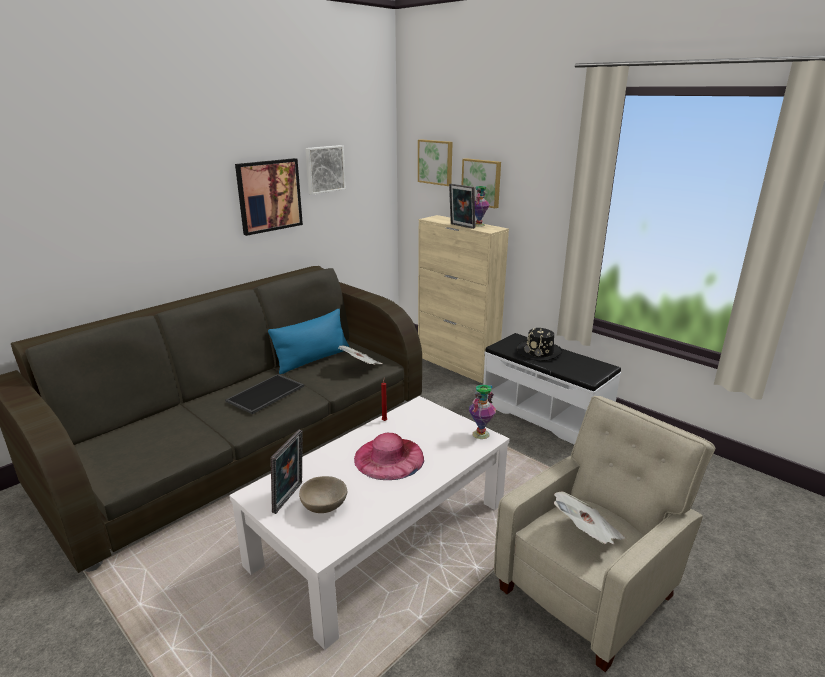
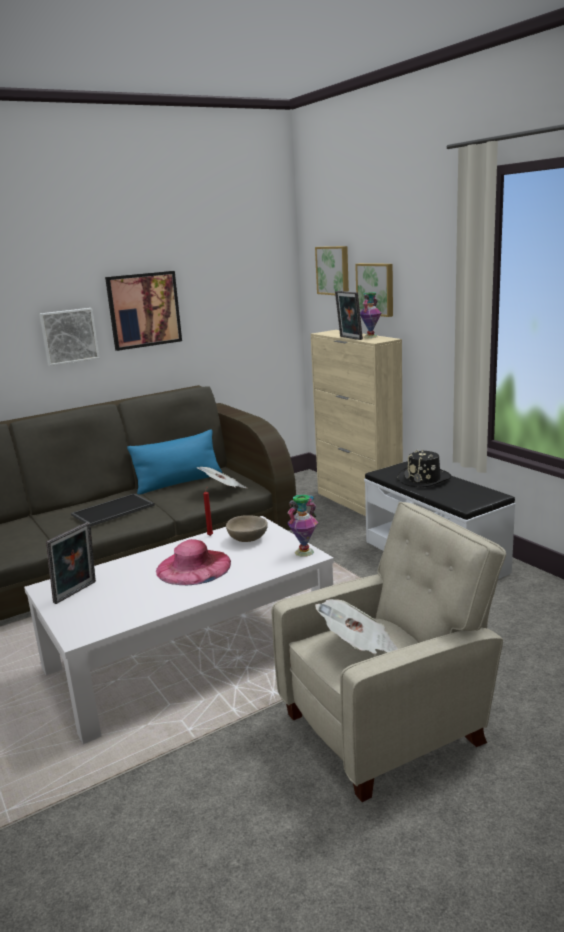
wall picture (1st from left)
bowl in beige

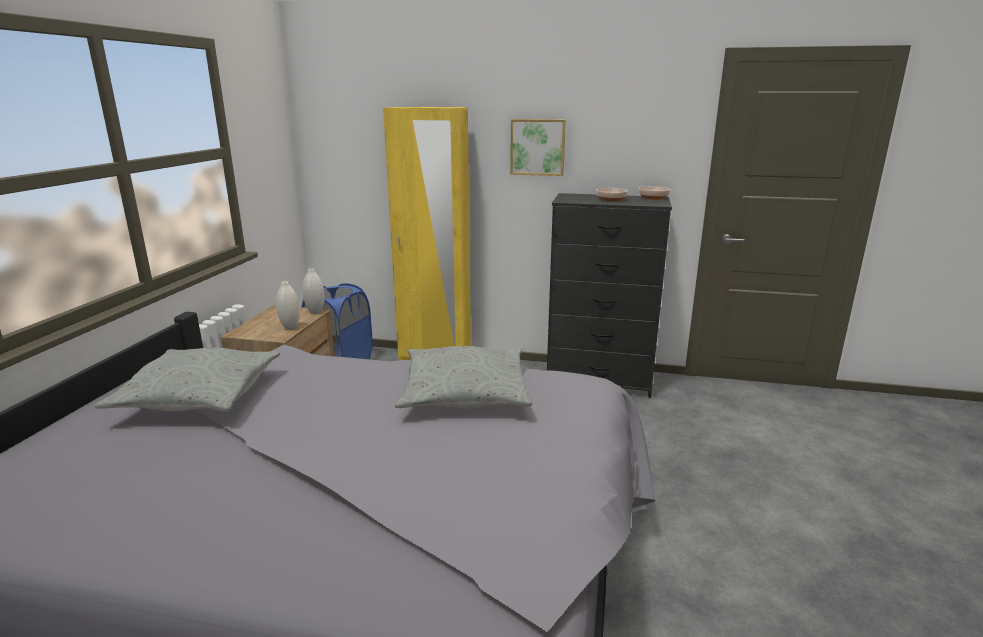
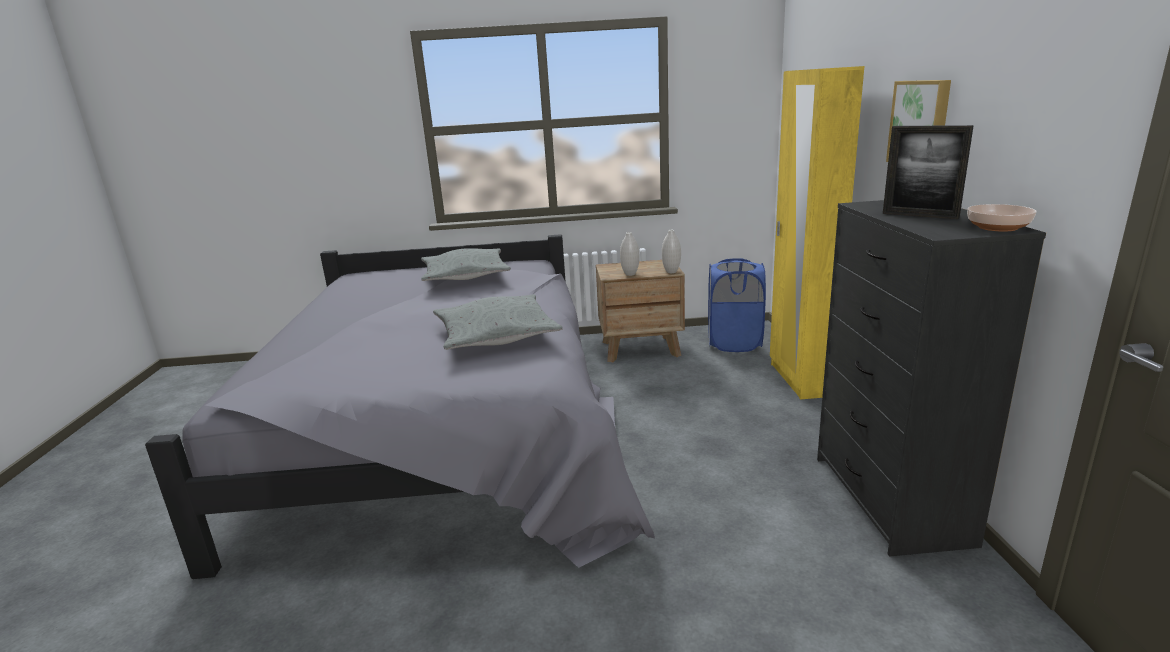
picture frame

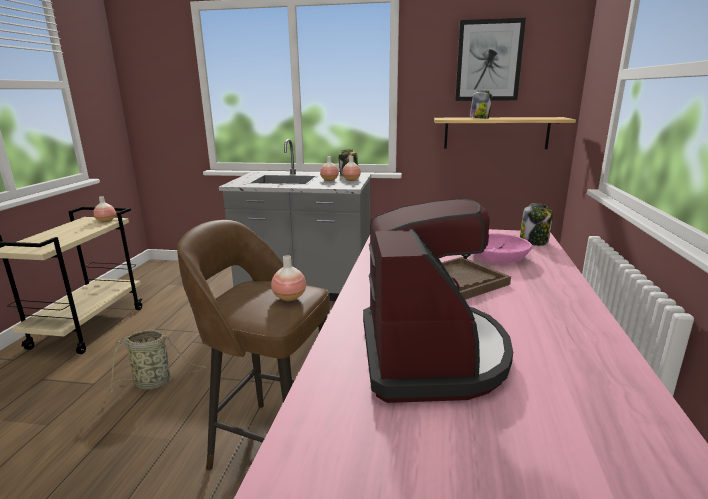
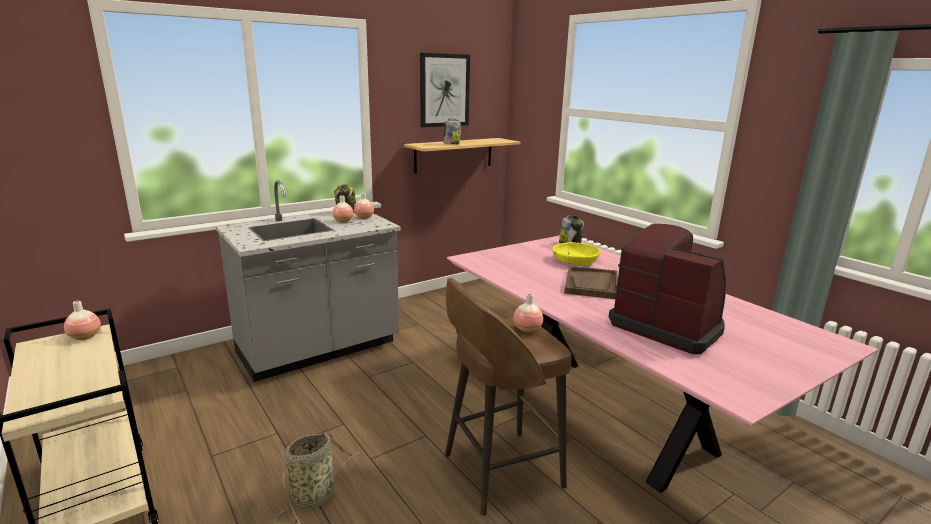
bowl in yellow-coloured

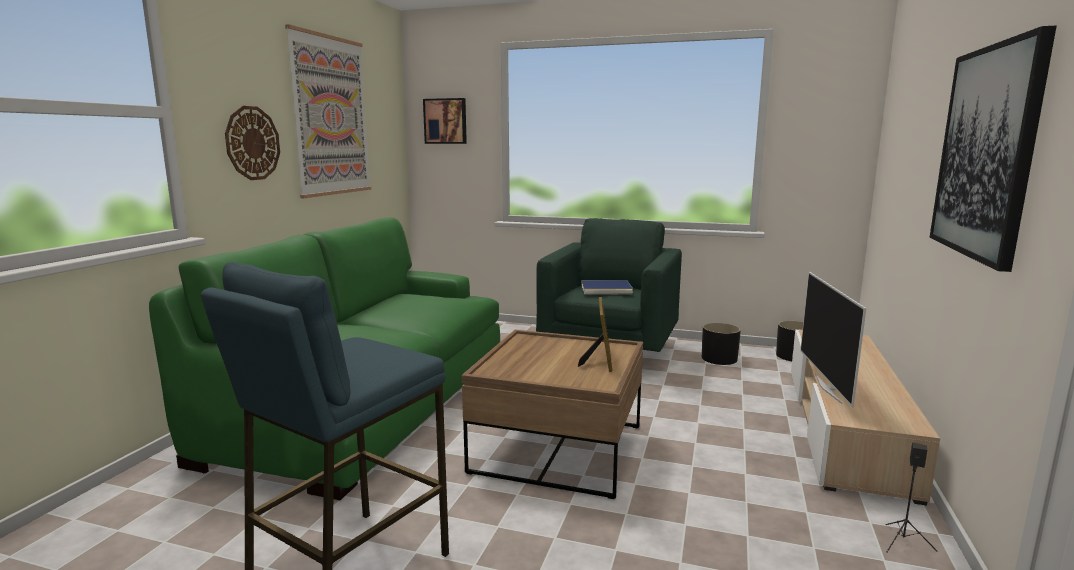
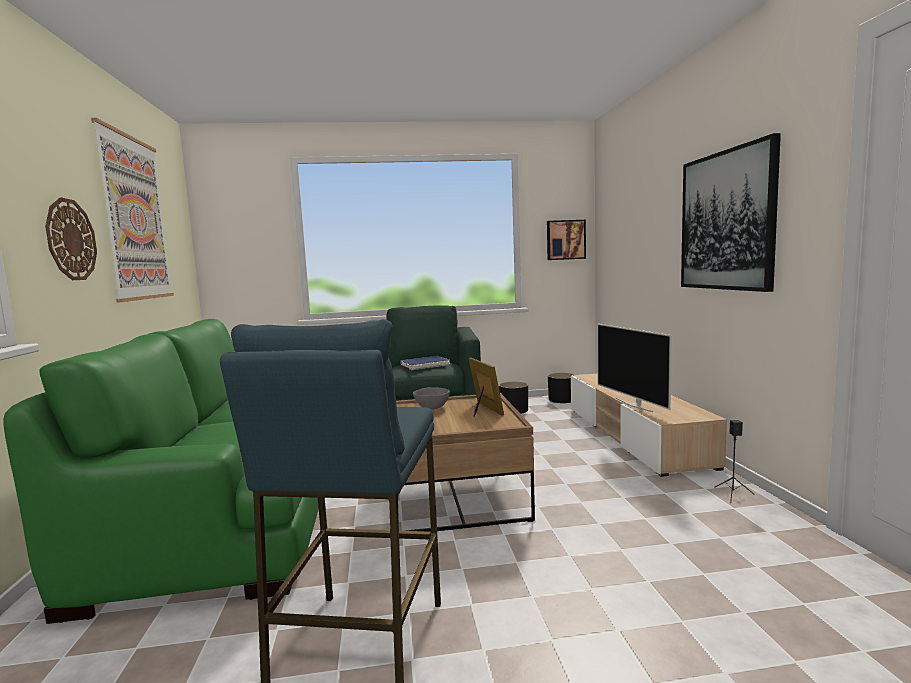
wall picture (2nd from left)
bowl in greyish

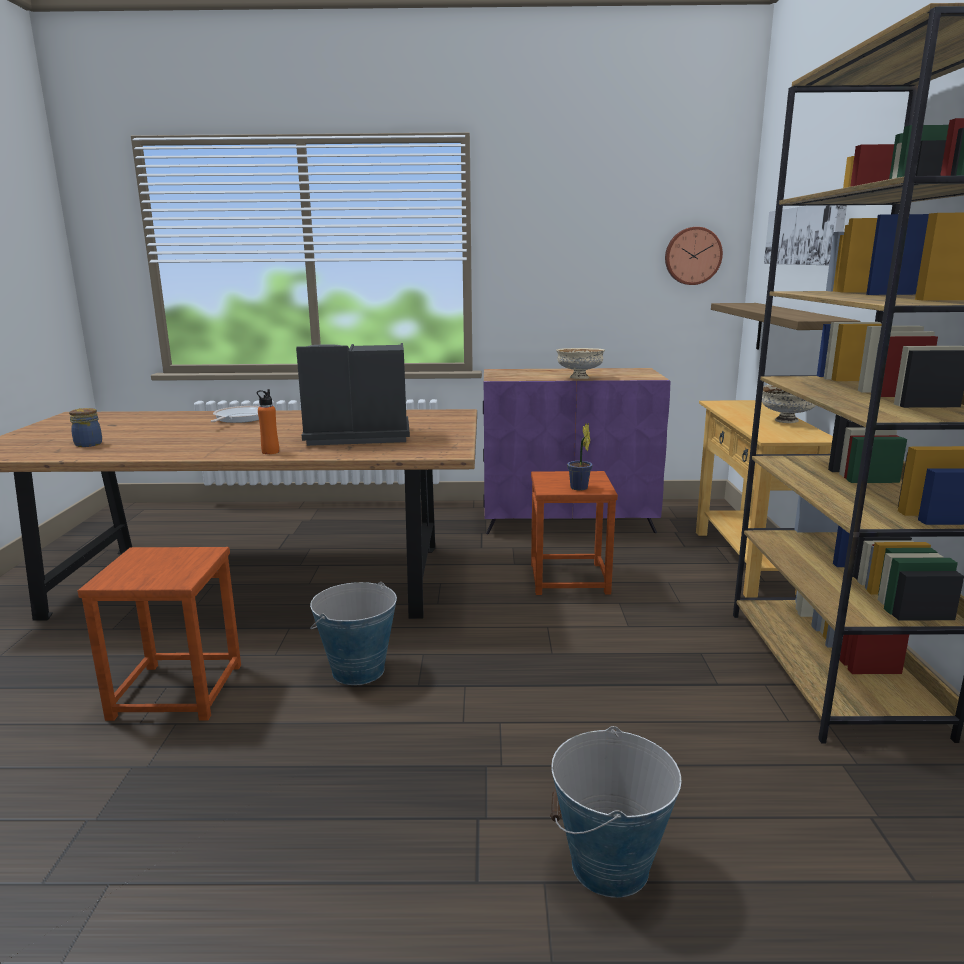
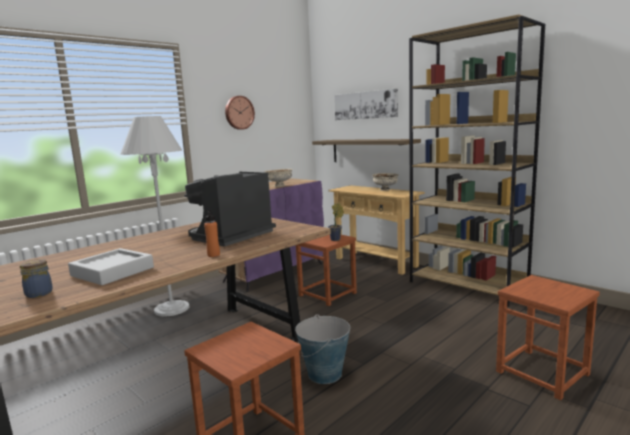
wall clock
frying pan
stool in brown-coloured (3rd from left)
standard lamp in white-coloured
serving tray in greyish

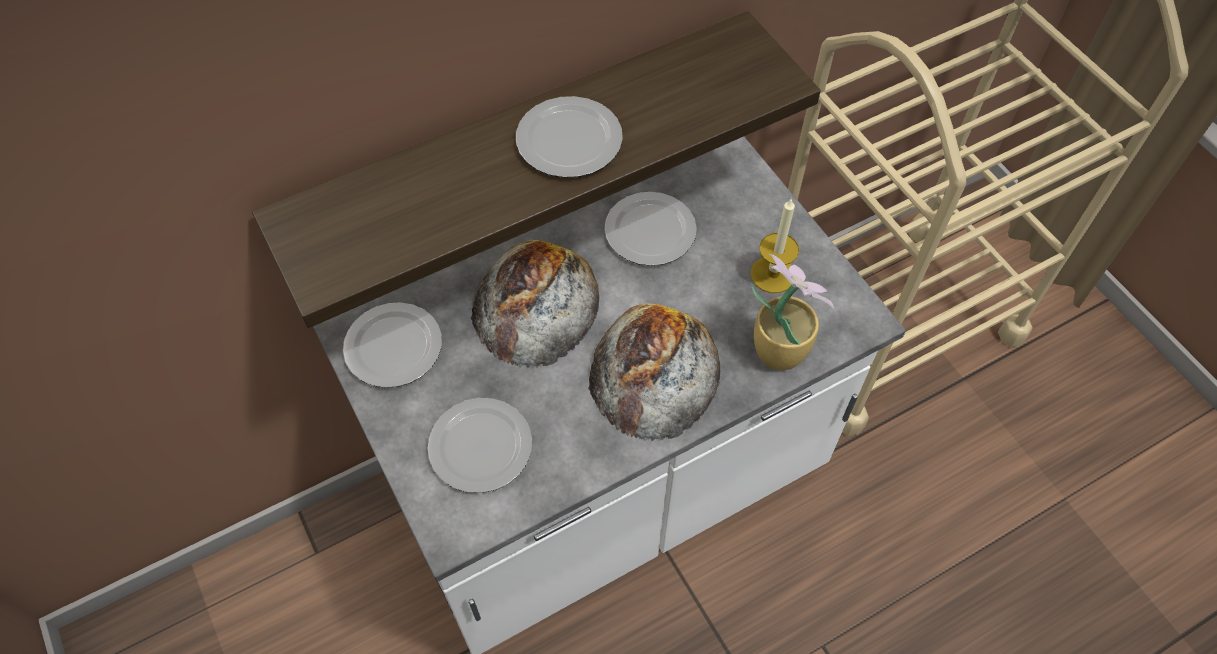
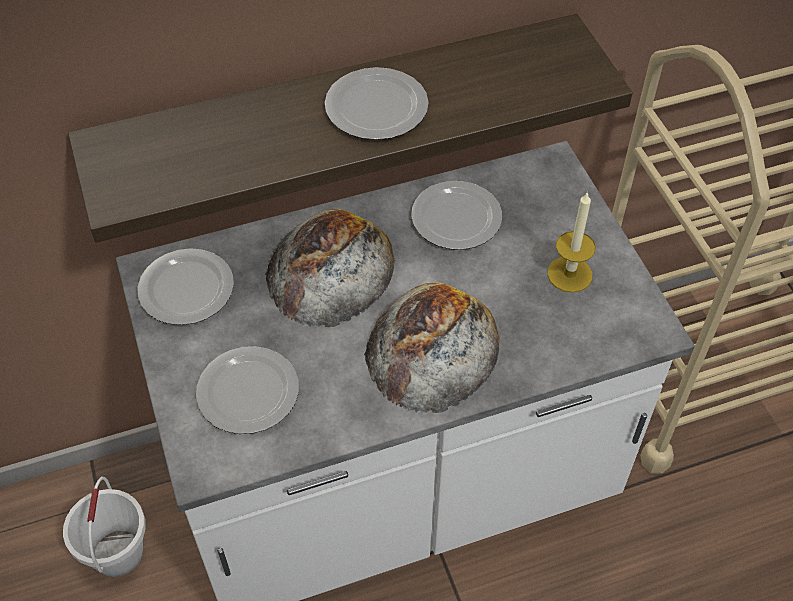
plant in a pot
water bucket in white-coloured

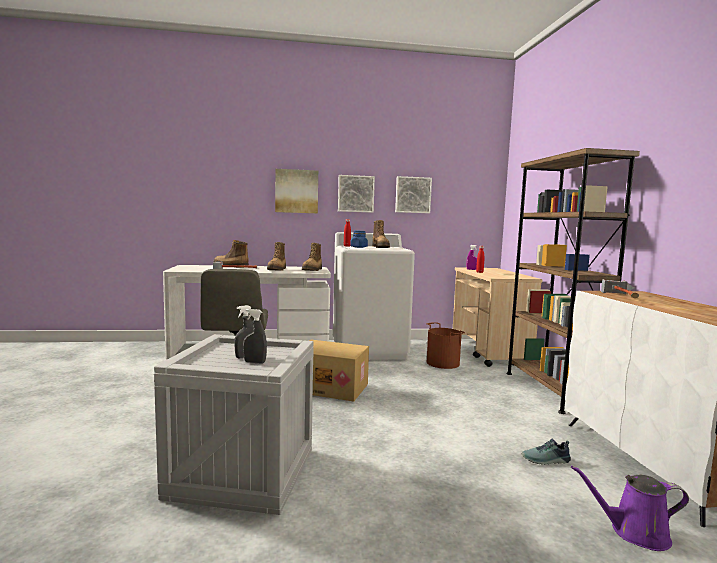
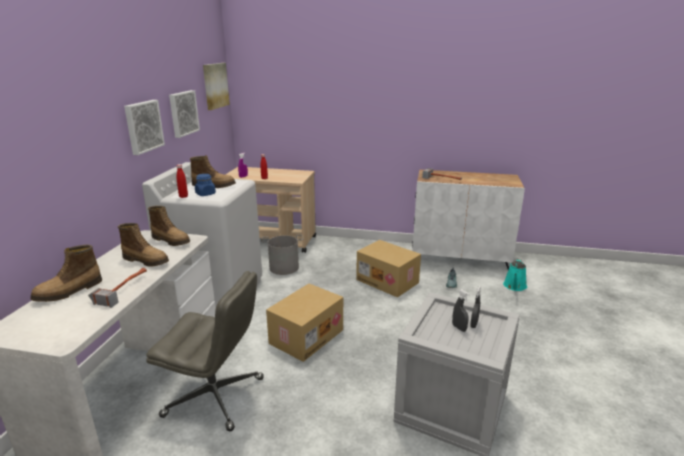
shelving unit in brown-coloured
wall picture (3rd from left)
water bucket in greyish
watering can in blue-green
packing box (2nd from left)

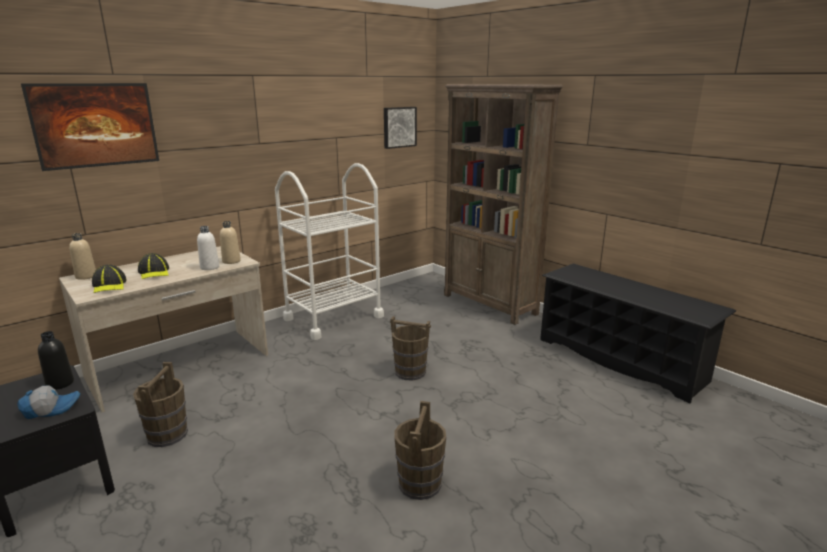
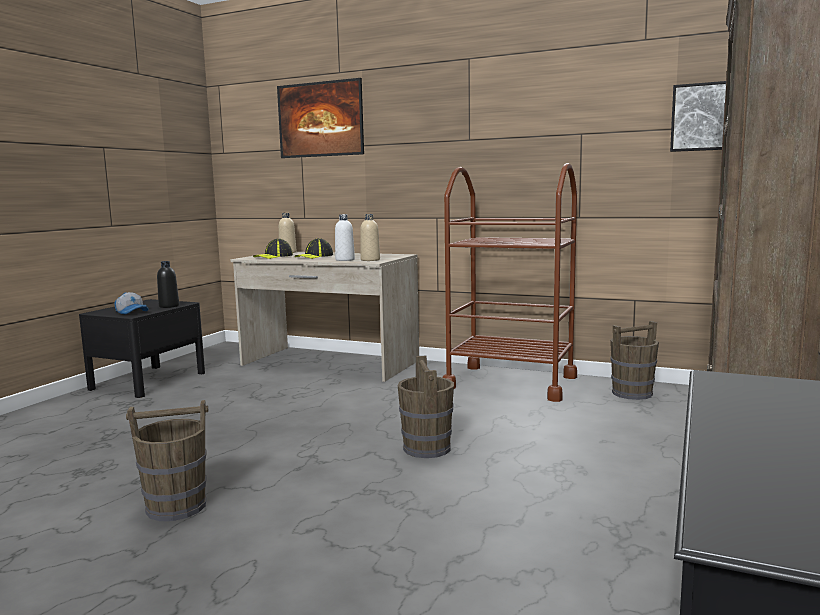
wheeled cart in brown-coloured
water bucket in brown-coloured (3rd from left)

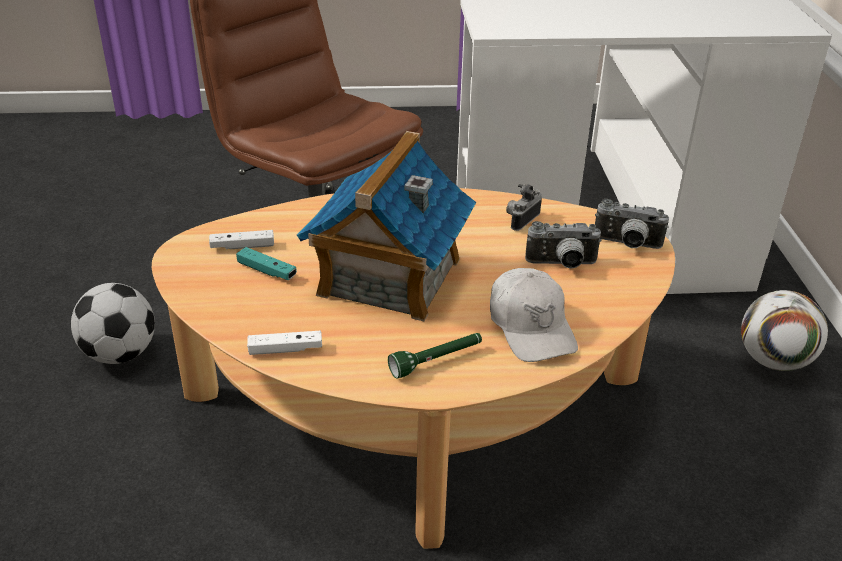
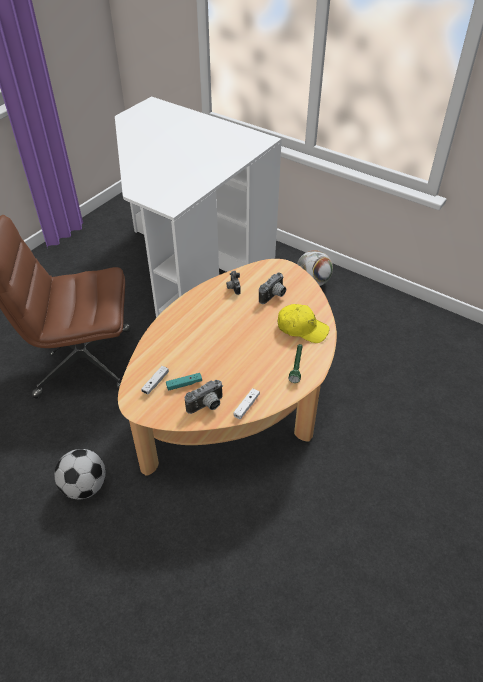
miniature house
still camera (1st from left)
peaked cap in yellow-coloured

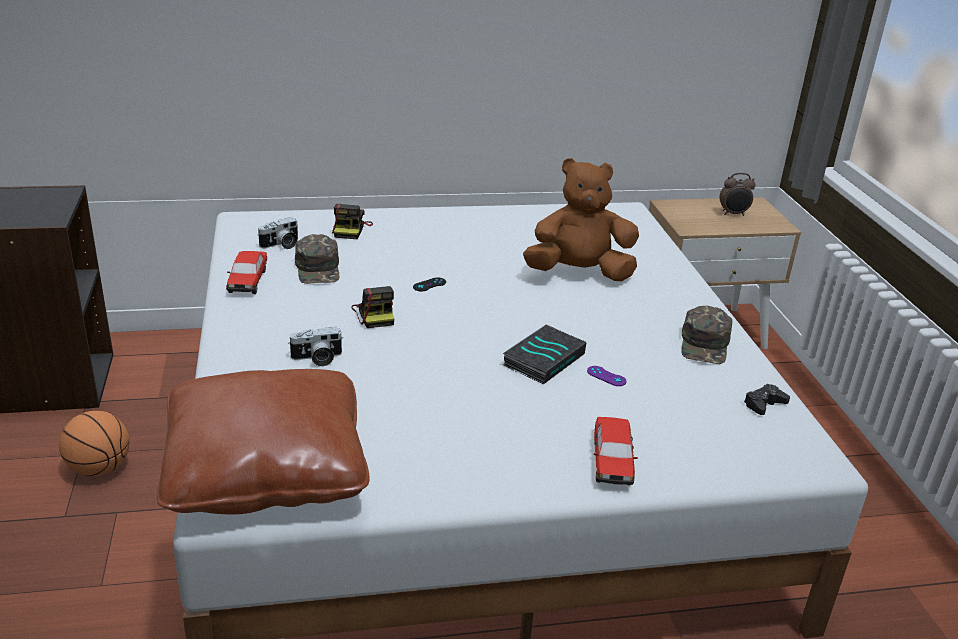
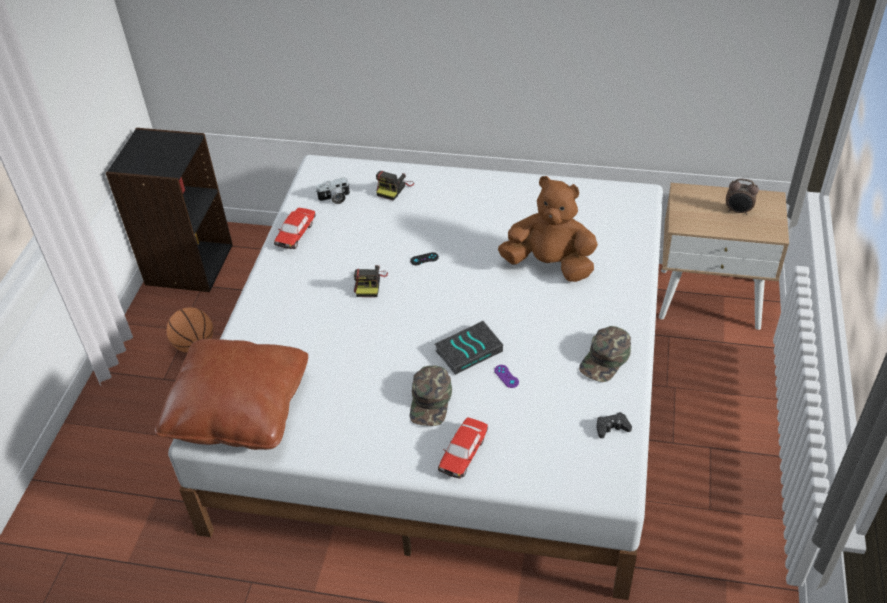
peaked cap in greenish (1st from left)
still camera (2nd from left in the first image)

